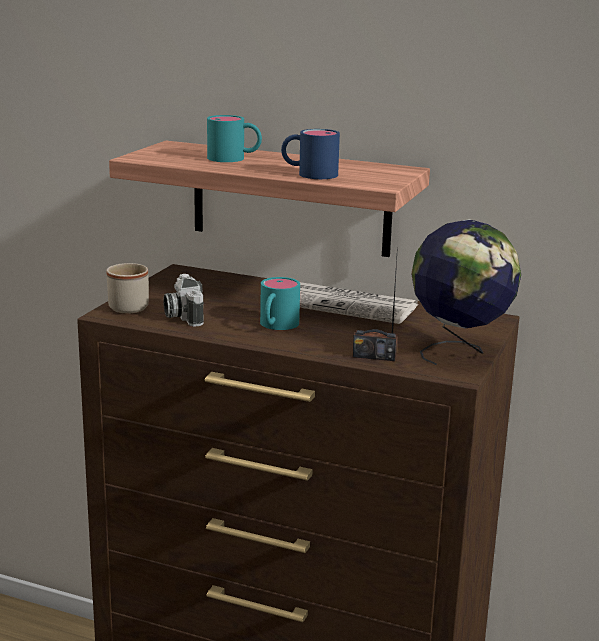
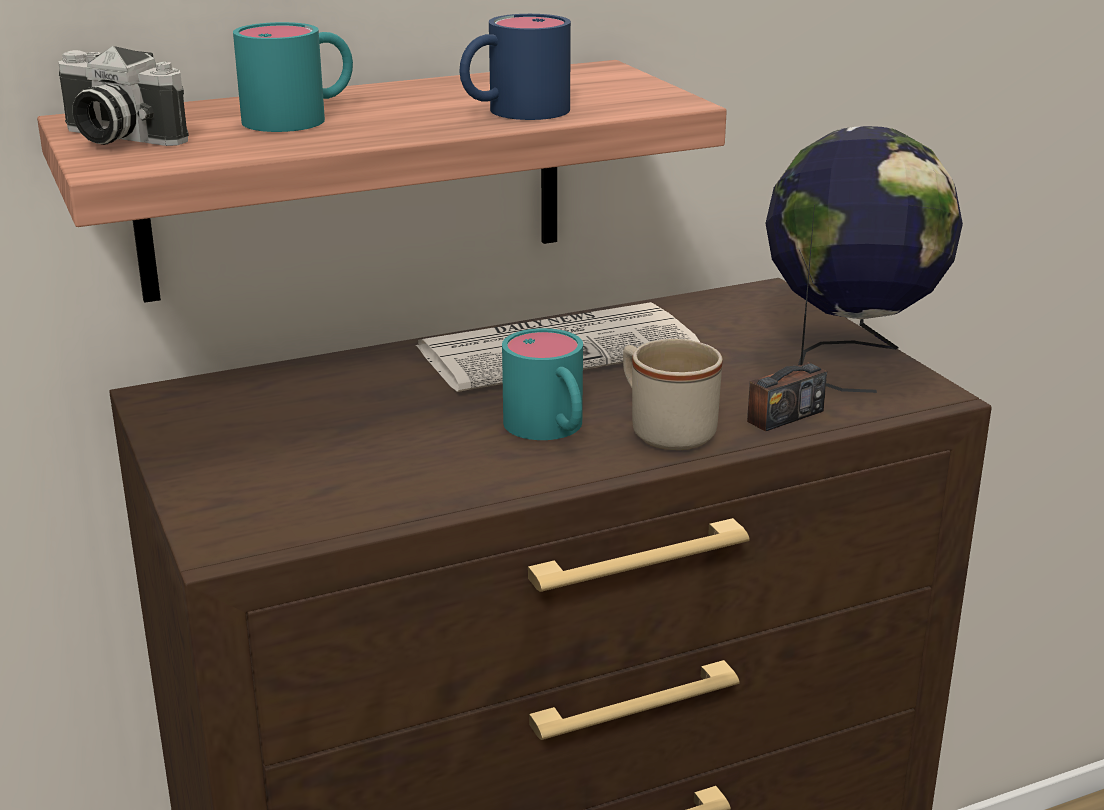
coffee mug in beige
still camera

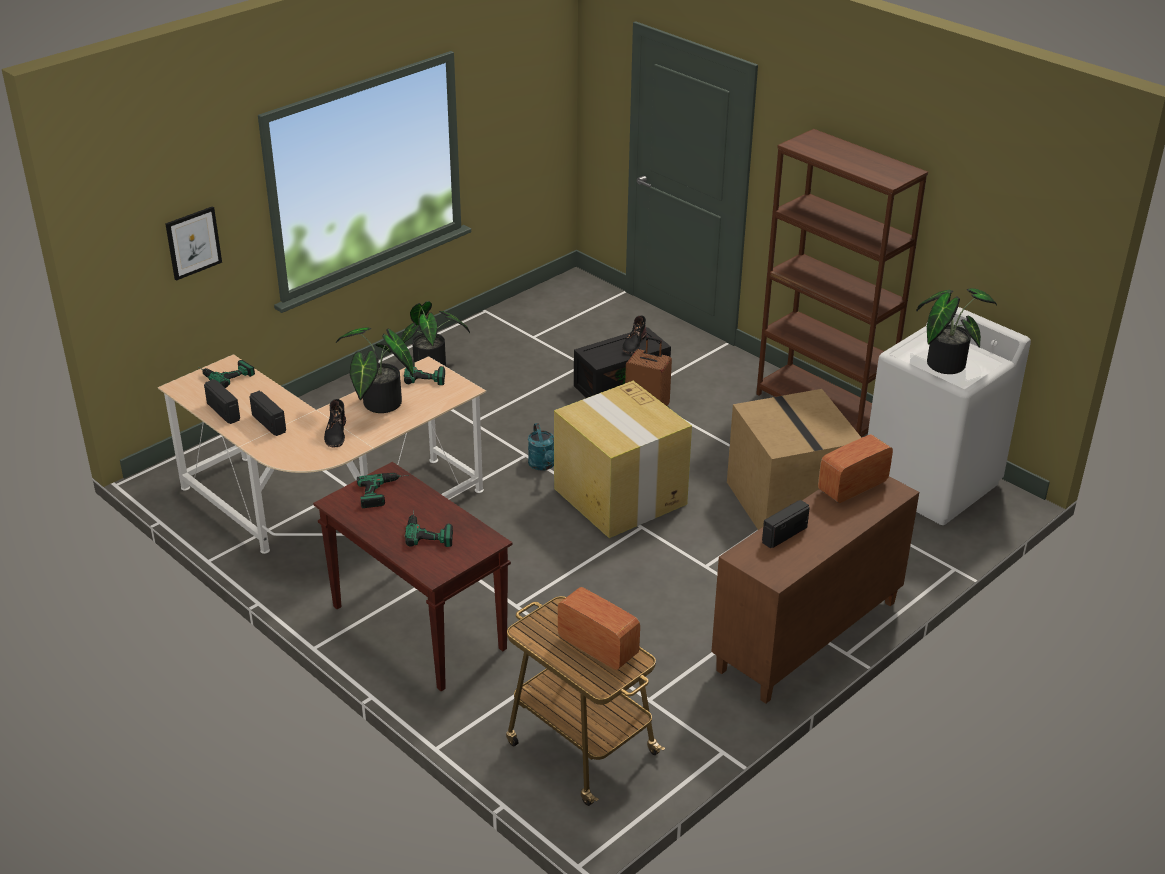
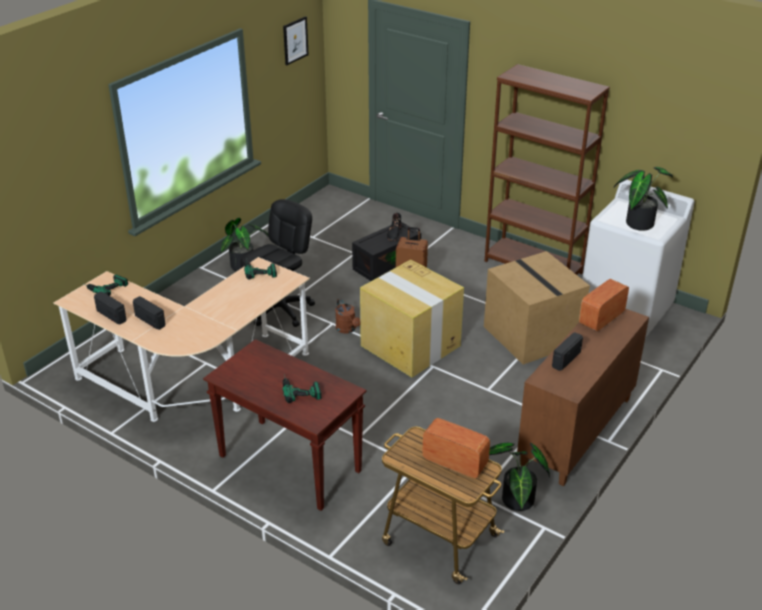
wall picture
plant in a pot (2nd from left)
tall boot in black (1st from left in the first image)
watering can in brown-coloured
electric drill (2nd from left in the first image)
desk chair in black

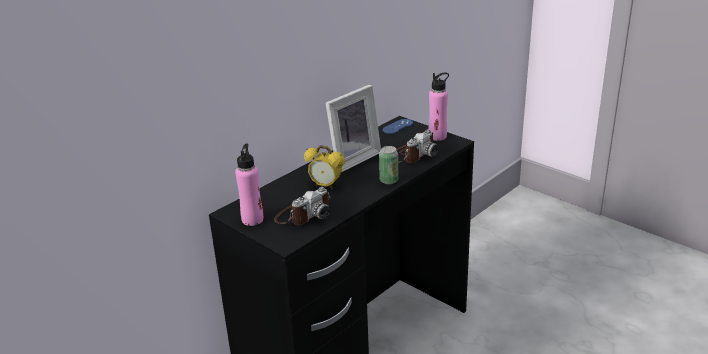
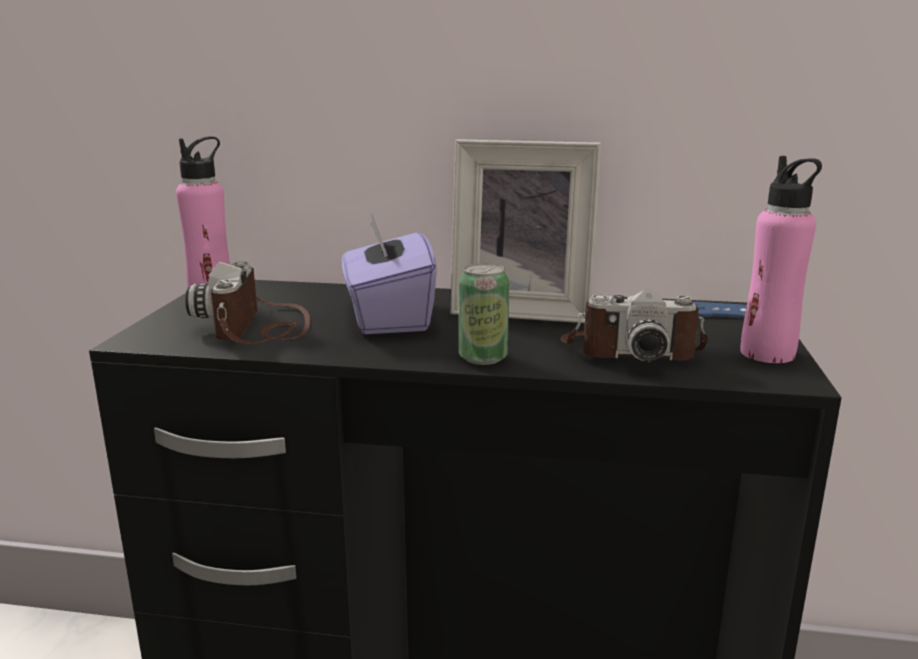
box of tissues in purple
still camera (1st from left)

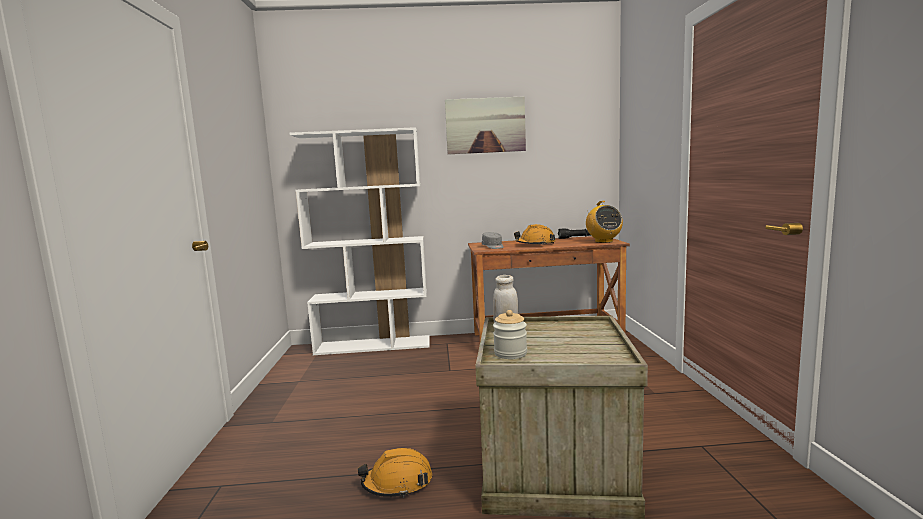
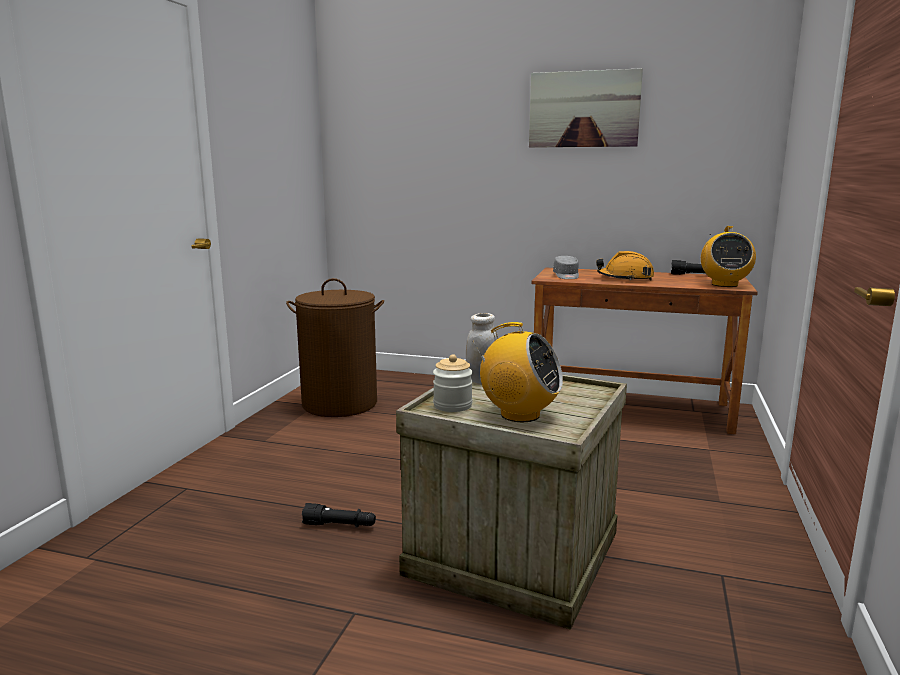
shelving unit in white-coloured
torch in black (1st from left)
laundry basket in brown-coloured
radio set (1st from left)

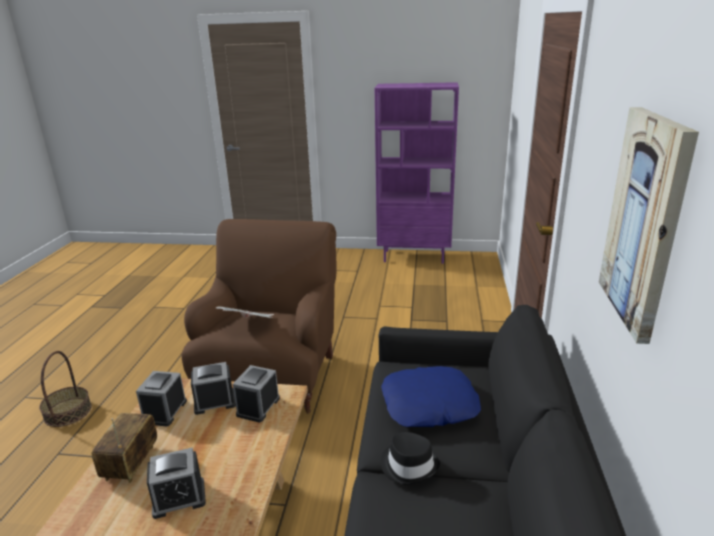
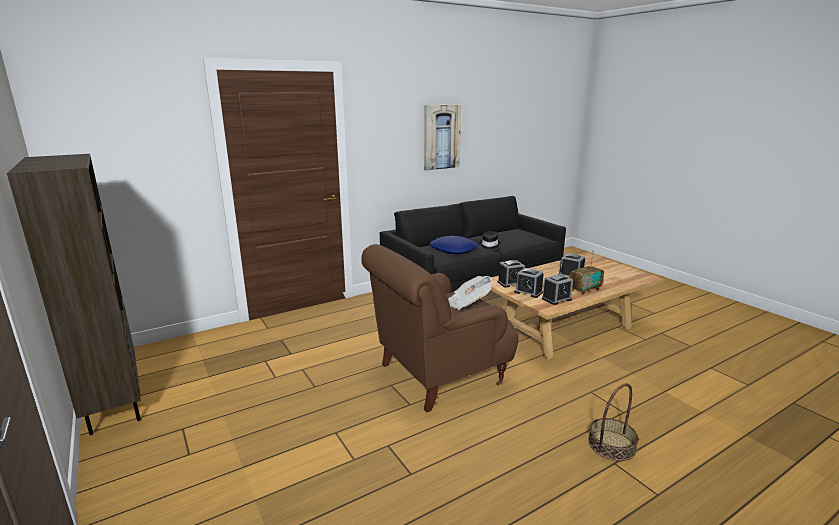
shelving unit in brown-coloured

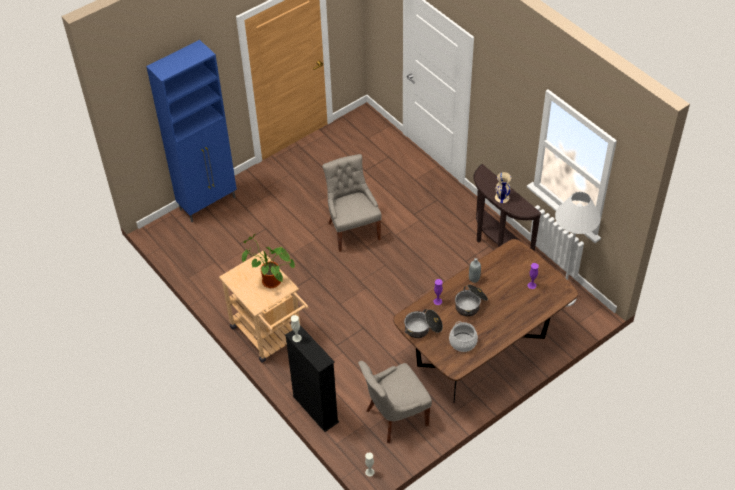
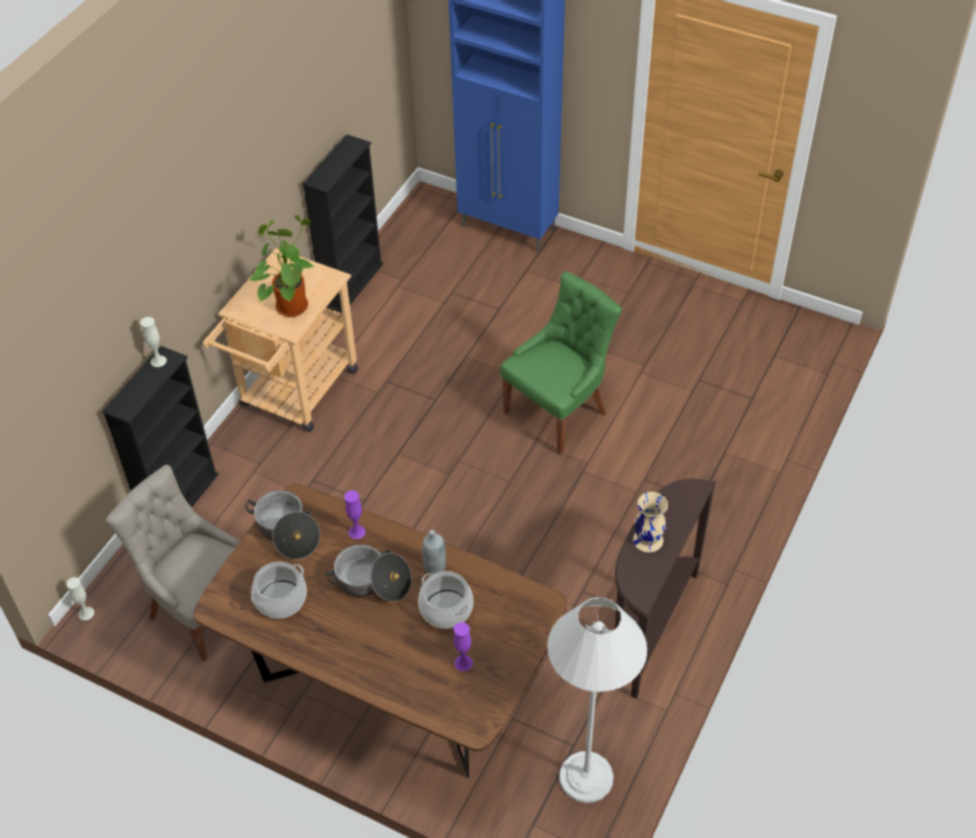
plain chair in greenish
shelving unit in black (2nd from left)
stockpot (4th from left)

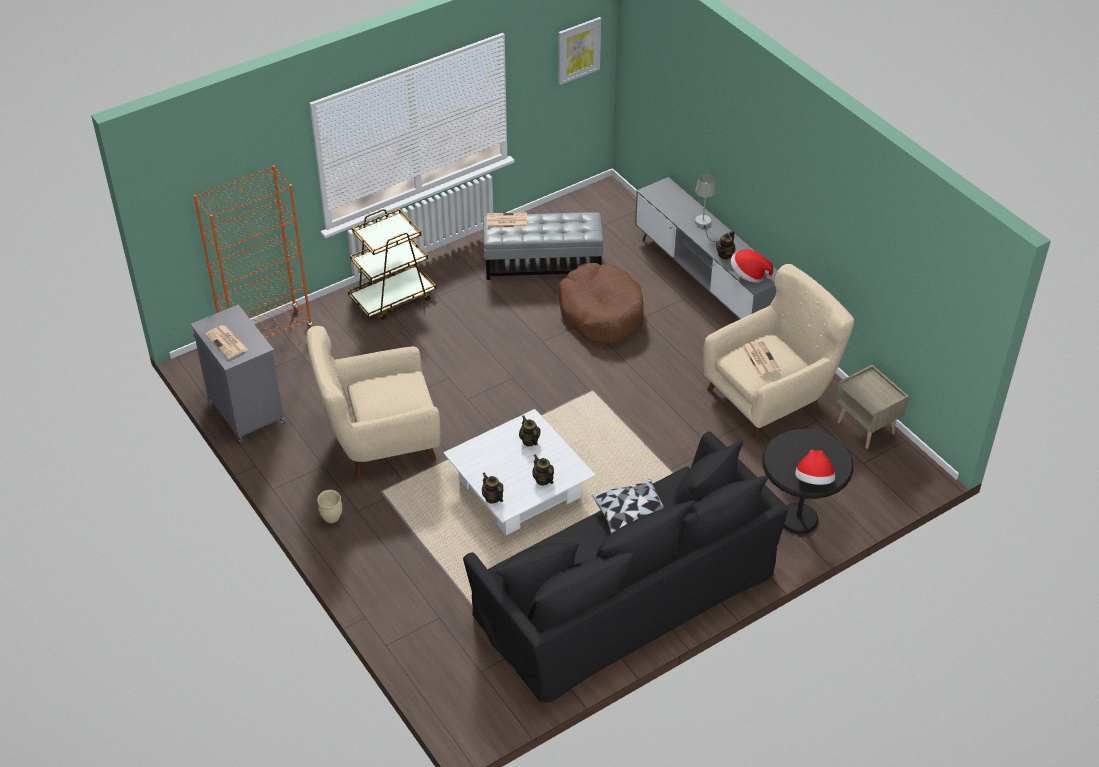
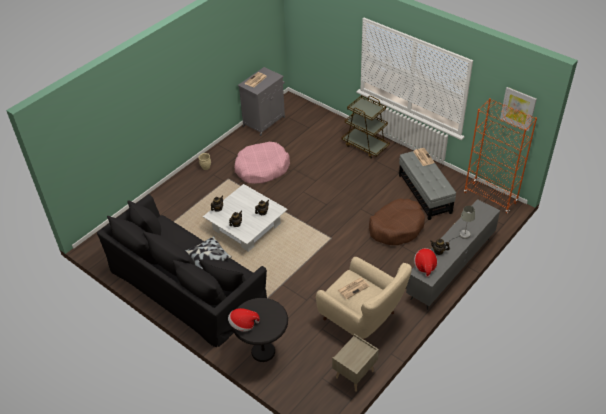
shelving unit in orange-coloured
pet bed in pink-coloured

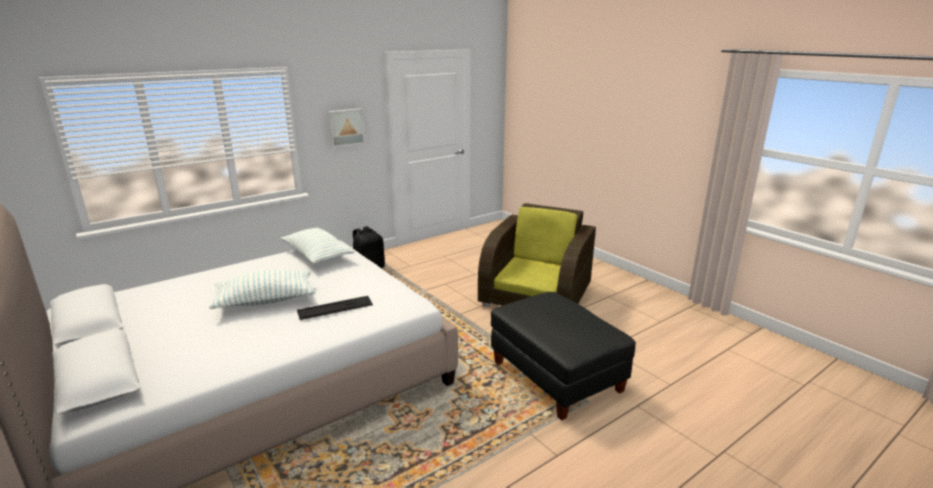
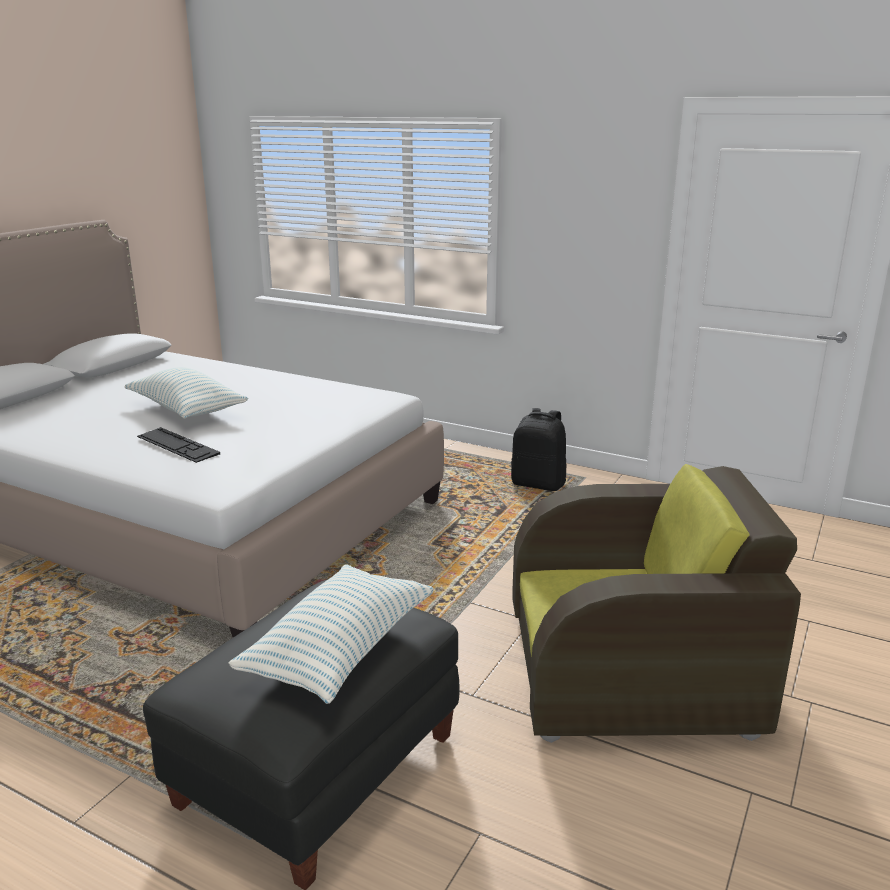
wall picture
cushion (2nd from left)

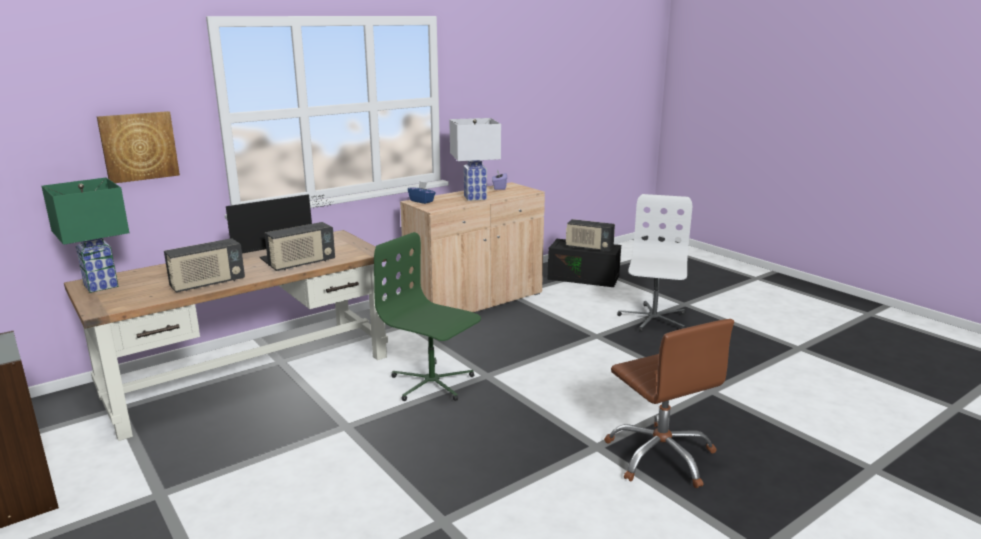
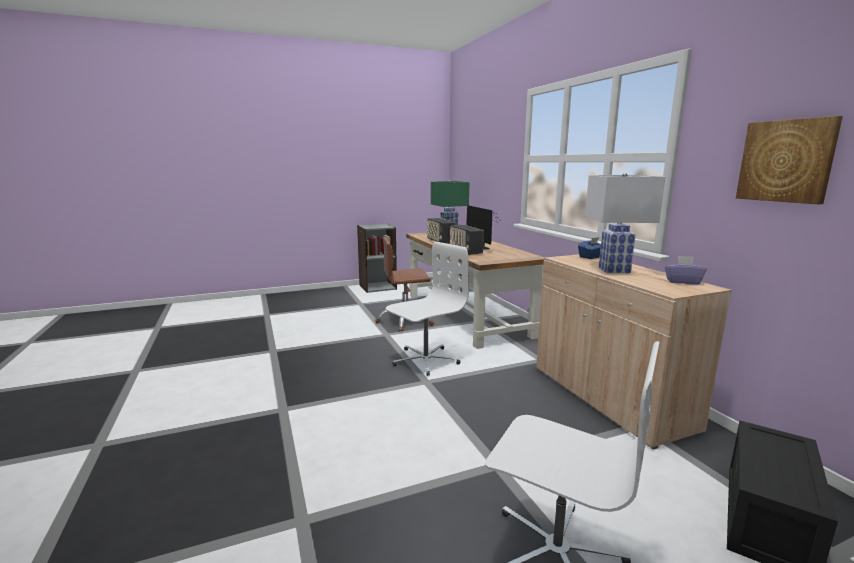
wall picture
radio set (3rd from left in the first image)
desk chair in white-coloured (1st from left)
desk chair in brown-coloured

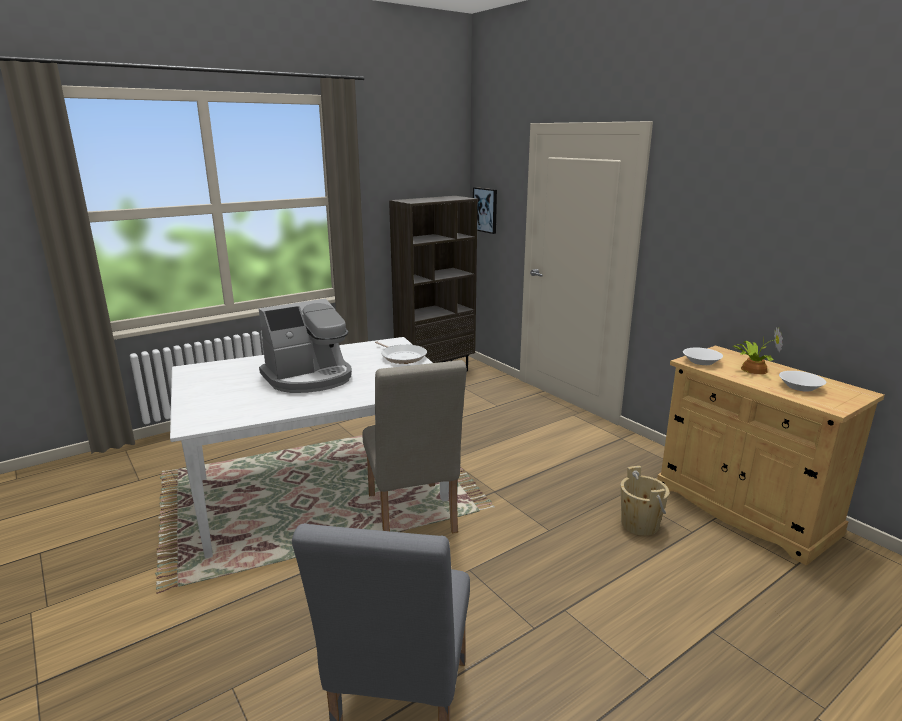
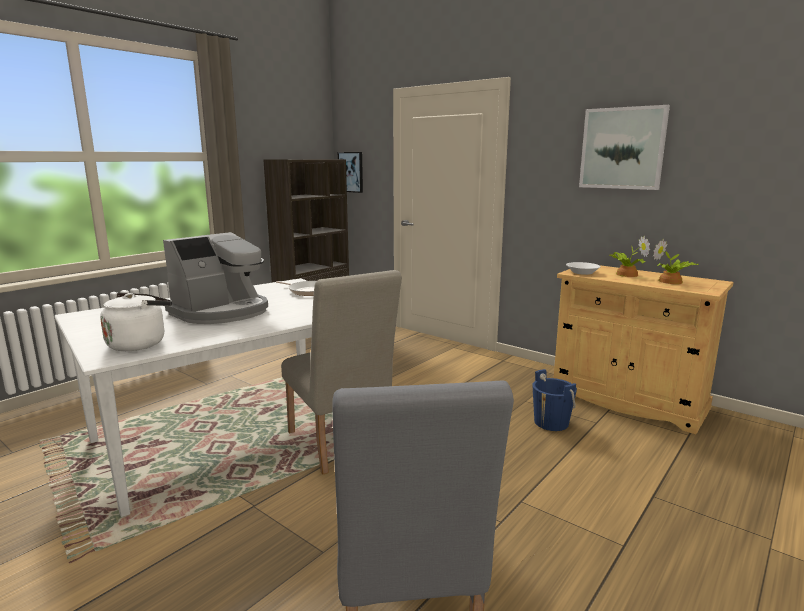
plant in a pot (2nd from left)
water bucket in bluish
wall picture (2nd from left)
water kettle in white-coloured

